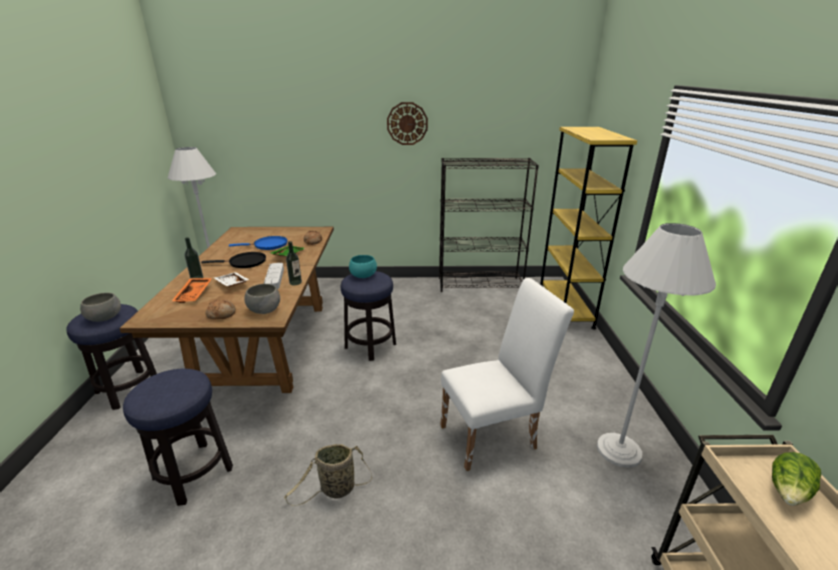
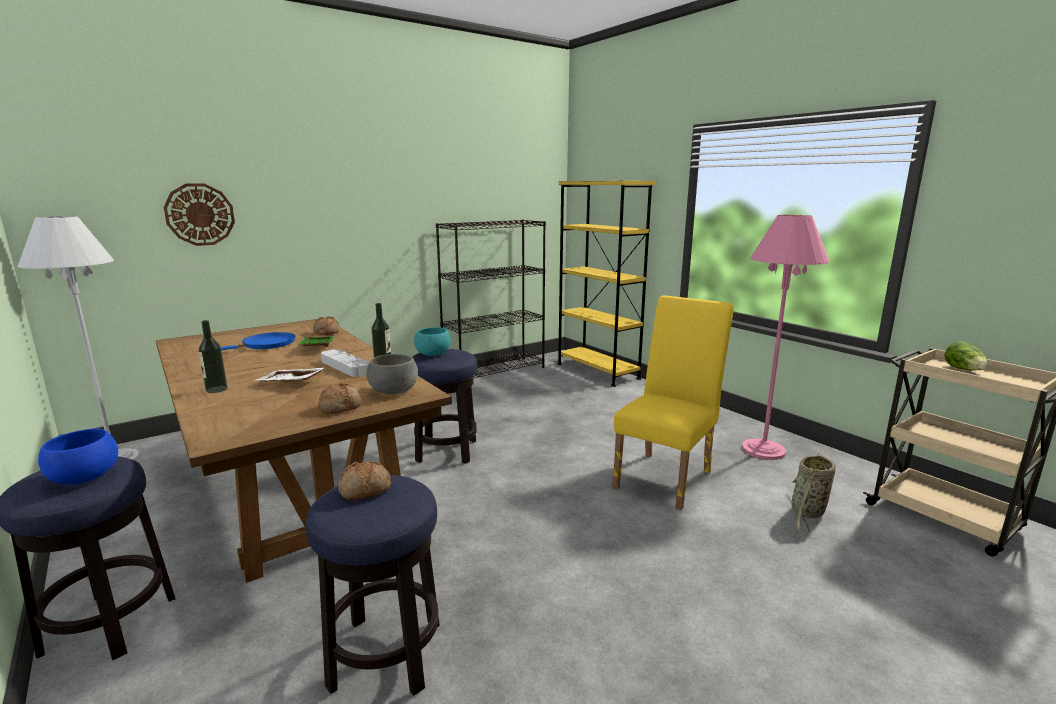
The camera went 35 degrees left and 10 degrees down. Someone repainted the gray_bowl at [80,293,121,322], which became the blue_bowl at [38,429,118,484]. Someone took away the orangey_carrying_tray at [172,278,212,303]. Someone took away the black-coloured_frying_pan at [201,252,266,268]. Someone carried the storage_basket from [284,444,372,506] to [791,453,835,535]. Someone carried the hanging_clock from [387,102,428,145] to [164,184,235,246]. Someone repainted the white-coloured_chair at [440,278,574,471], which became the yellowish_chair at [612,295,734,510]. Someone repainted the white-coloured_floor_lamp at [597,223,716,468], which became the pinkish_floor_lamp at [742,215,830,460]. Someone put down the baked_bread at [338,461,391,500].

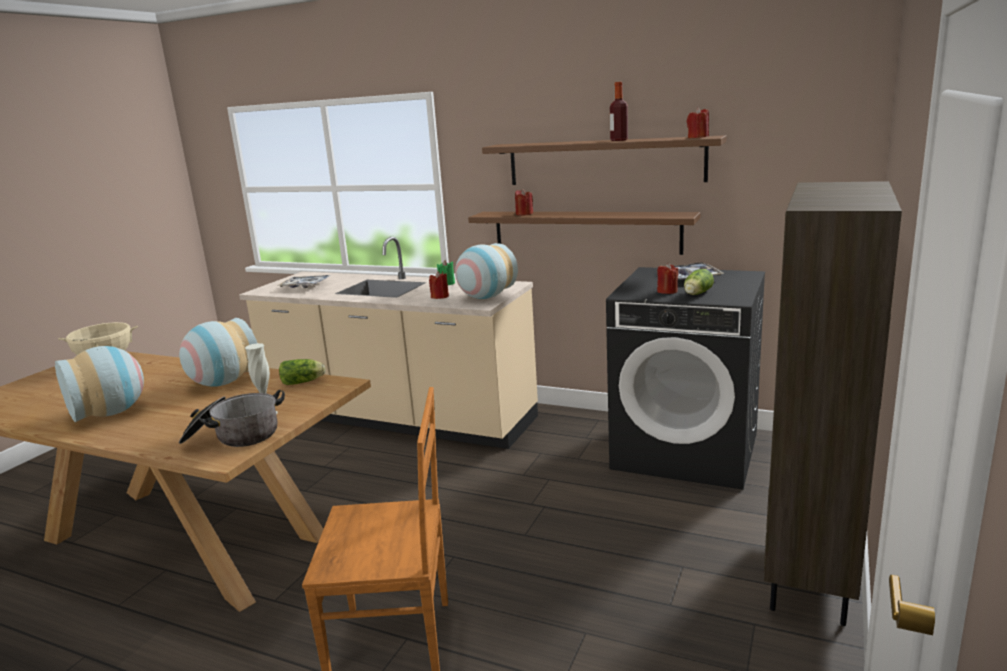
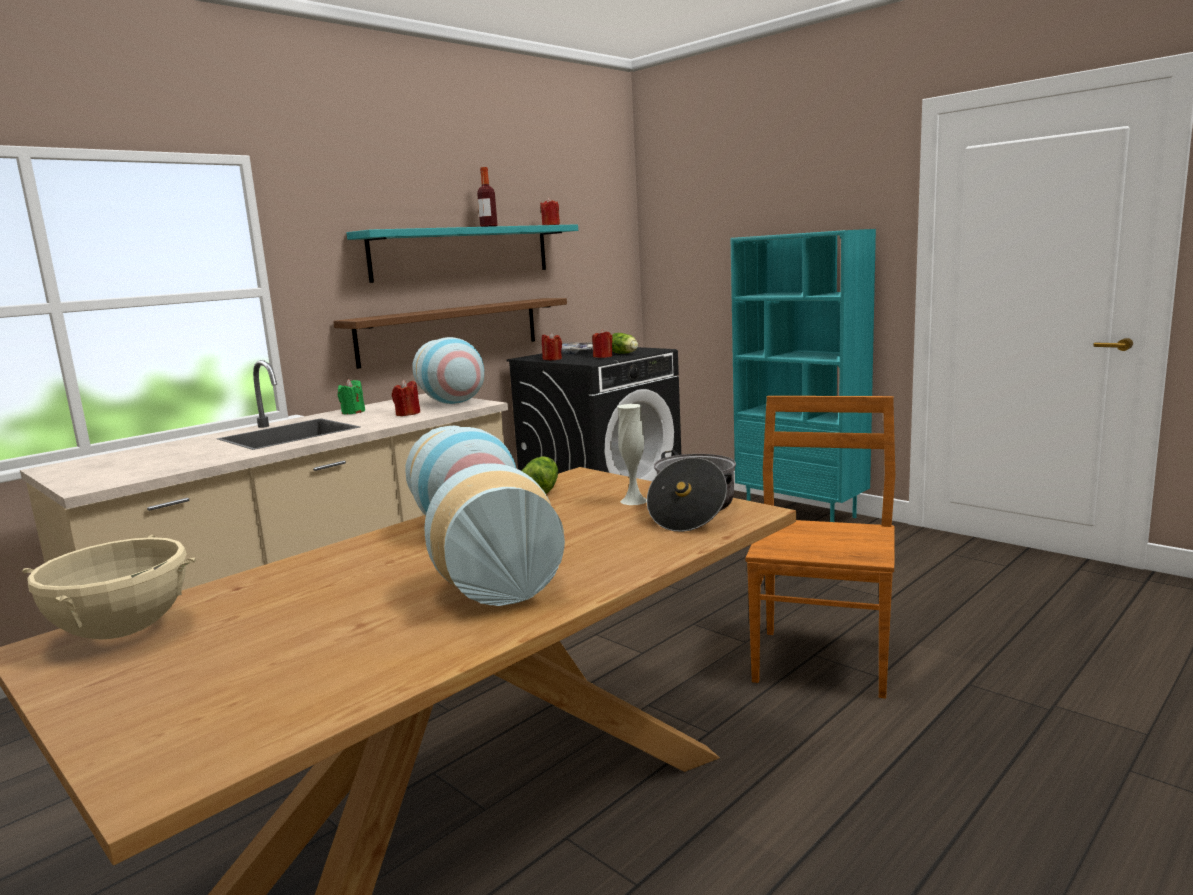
The camera went 70 degrees left and 5 degrees down. Someone took away the carrying_tray at [277,275,331,288]. Someone repainted the brownish_shelf at [482,135,727,185], which became the blue-green_shelf at [347,224,578,283]. Someone carried the reddish_wax_candle from [515,189,533,216] to [542,332,562,360]. Someone repainted the brownish_bookcase at [764,181,902,626], which became the blue-green_bookcase at [731,229,876,522].

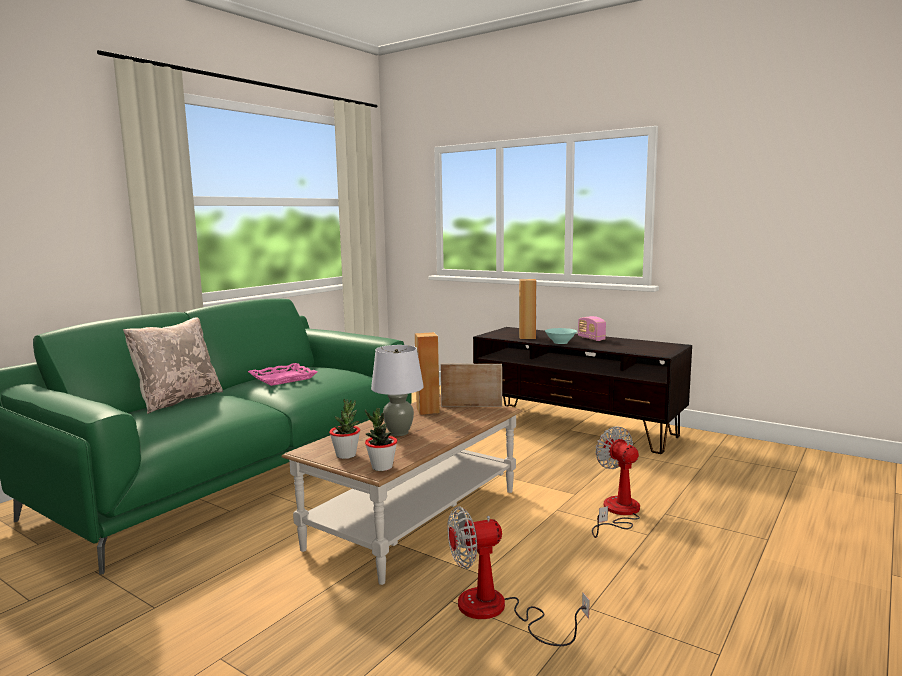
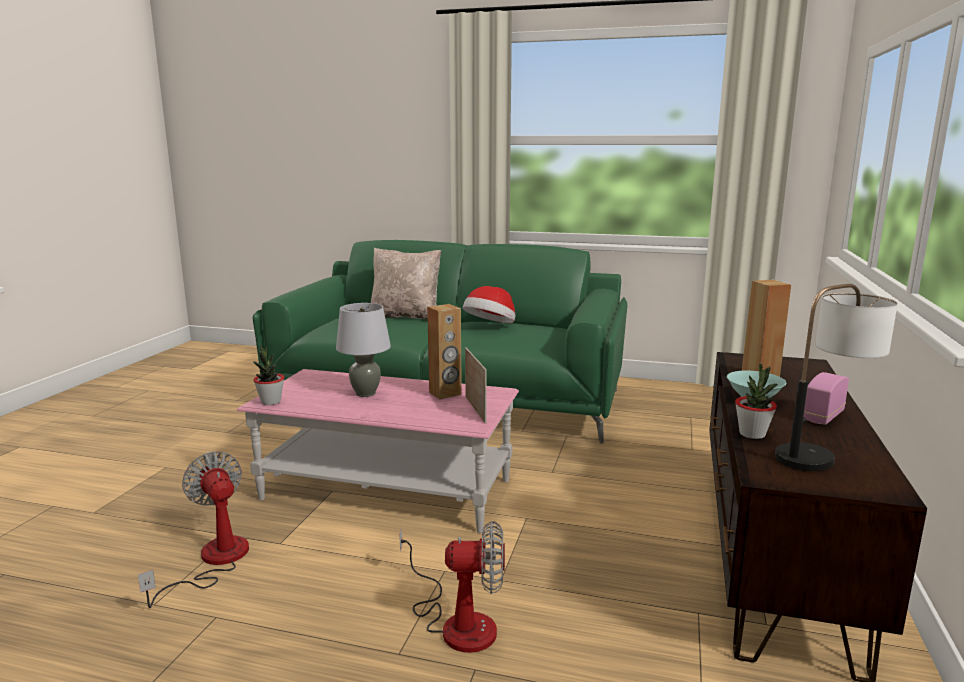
The camera went 70 degrees right and 5 degrees up. Someone swapped the pinkish_carrying_tray at [248,363,317,386] for the clothing_hat at [463,286,516,323]. Someone repainted the brownish_lounge_table at [281,394,522,585], which became the pinkish_lounge_table at [237,369,519,533]. Someone carried the houseplant from [329,399,360,459] to [735,364,778,439]. Someone rotated the electric_fan at [592,426,640,538] by 45 degrees clockwise. Someone put down the tabletop_lamp at [775,284,898,471].

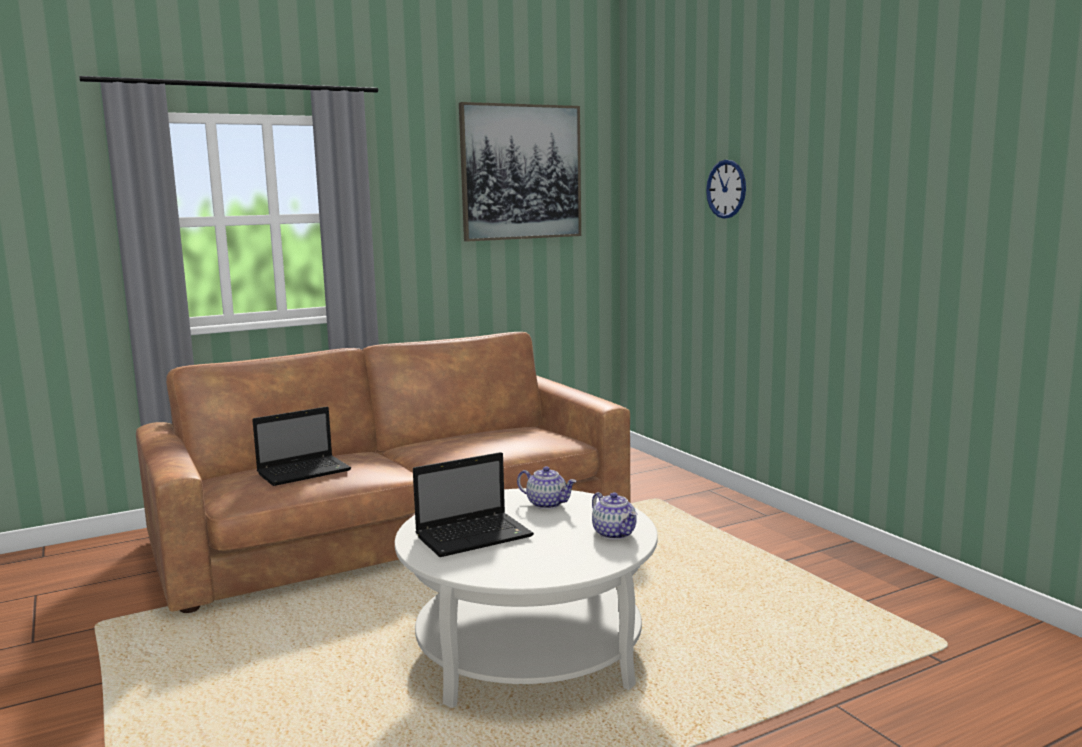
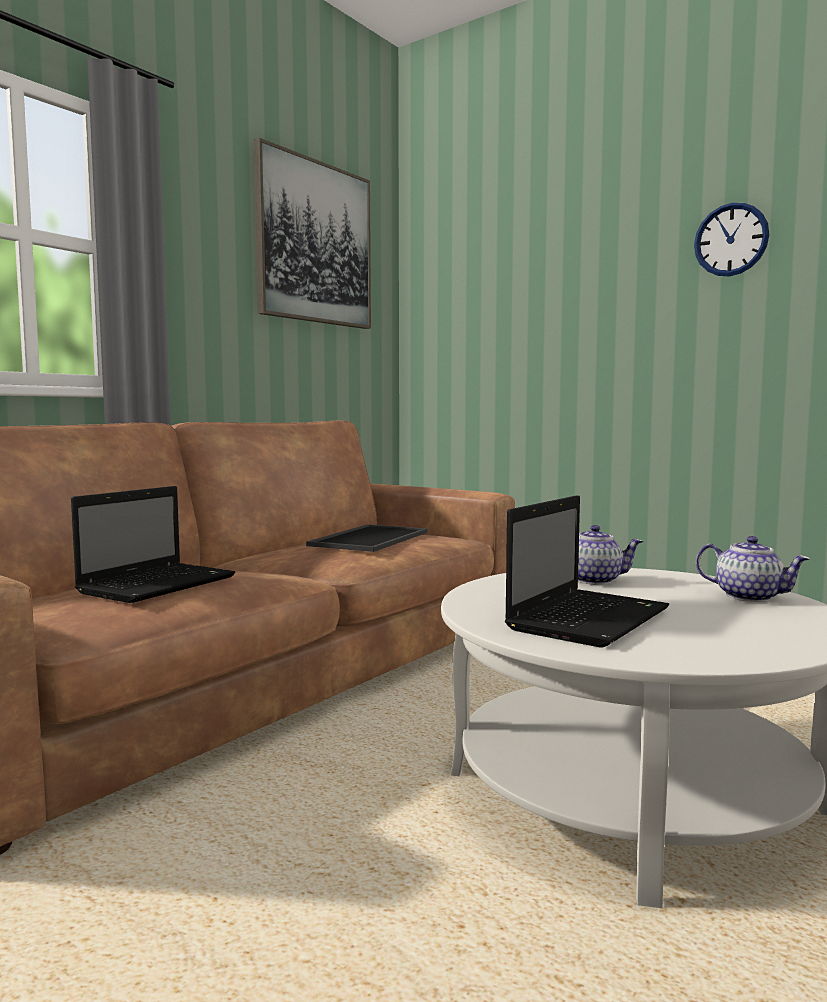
The camera went 25 degrees left and 5 degrees down. Someone carried the hanging_clock from [706,160,746,219] to [694,203,769,276]. Someone put down the carrying_tray at [306,524,428,552].

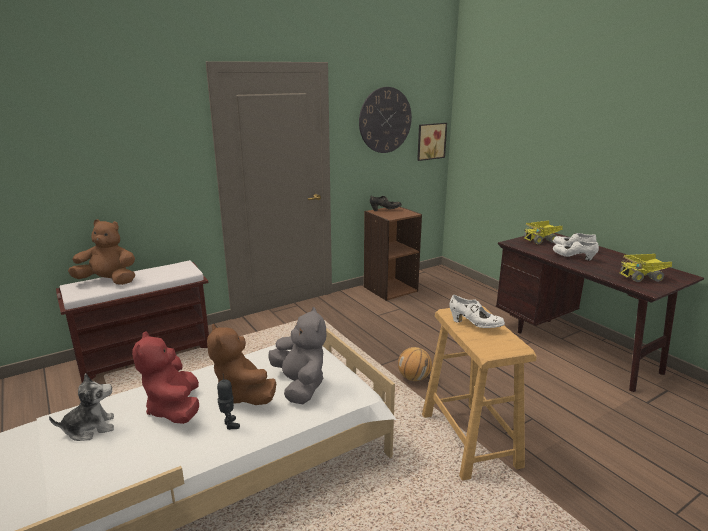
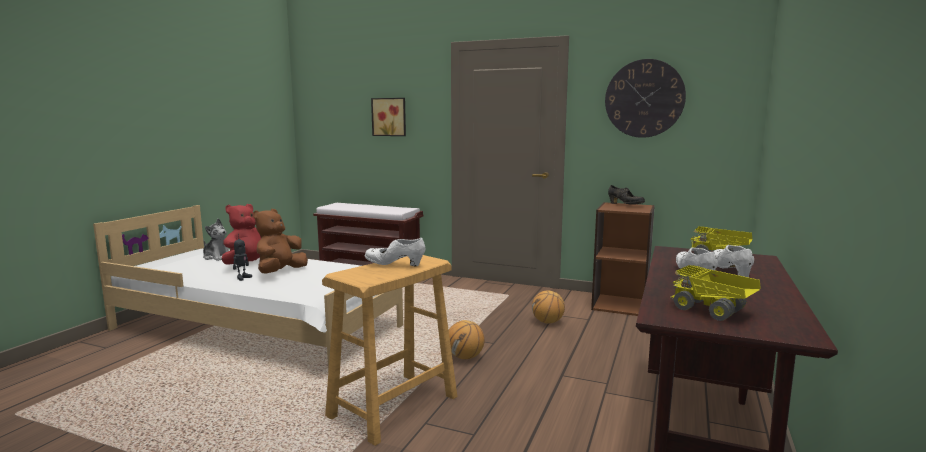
The camera went 55 degrees right and 10 degrees down. Someone took away the brownish_plush_toy at [68,219,135,285]. Someone took away the gray_plush_toy at [269,307,326,404]. Someone carried the wall_art from [417,123,447,161] to [371,98,406,136]. Someone rotated the white-coloured_item_of_footwear at [449,295,505,328] by 105 degrees clockwise. Someone put down the ball_for_basketball at [532,291,565,324].

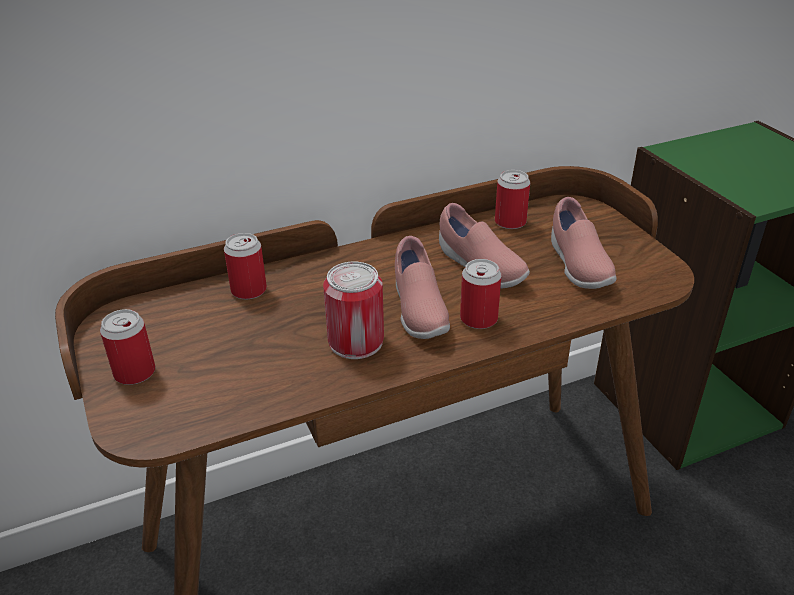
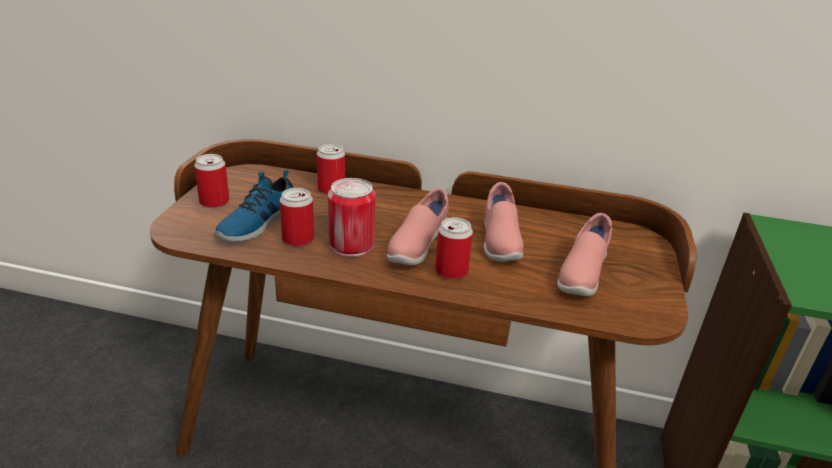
The camera went 35 degrees right and 5 degrees down. Someone carried the sealed_can from [495,170,530,229] to [280,188,314,247]. Someone put down the item_of_footwear at [214,170,293,241].

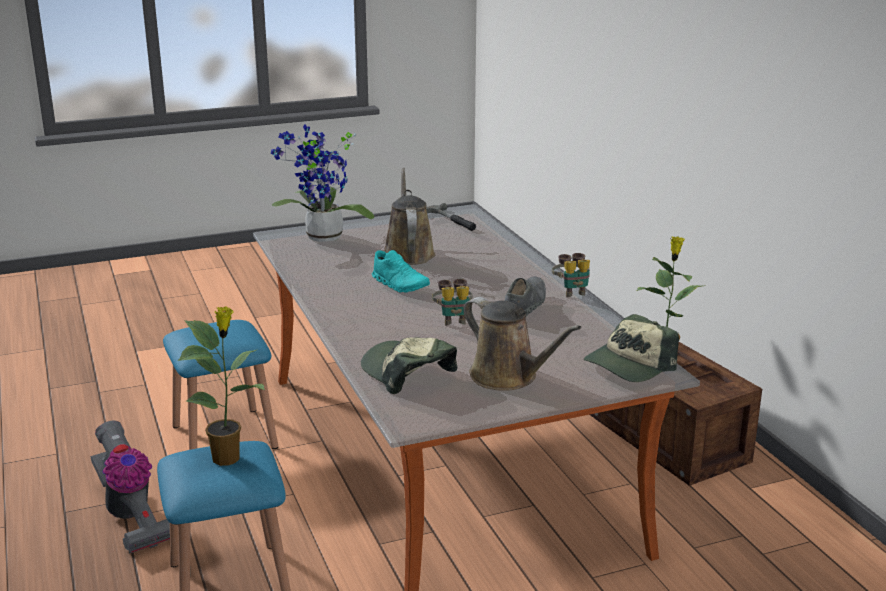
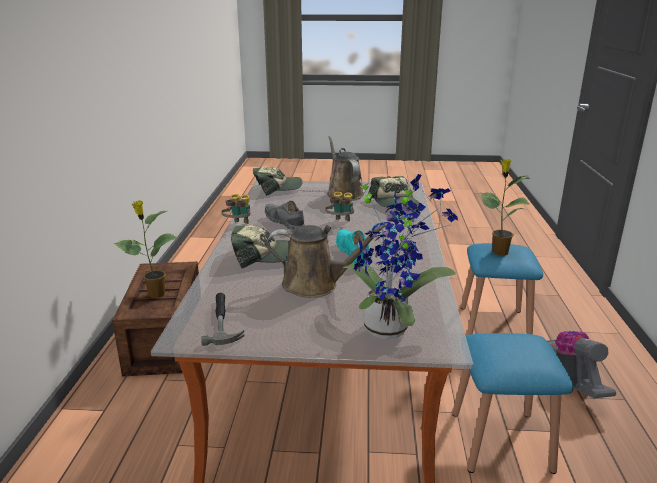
The camera went 155 degrees left and 0 degrees up. Someone rotated the brownish_watering_pot at [384,168,435,265] by 105 degrees counterclockwise. Someone rotated the gray_item_of_footwear at [504,277,546,317] by 90 degrees clockwise. Someone put down the baseball_cap at [231,225,290,269].

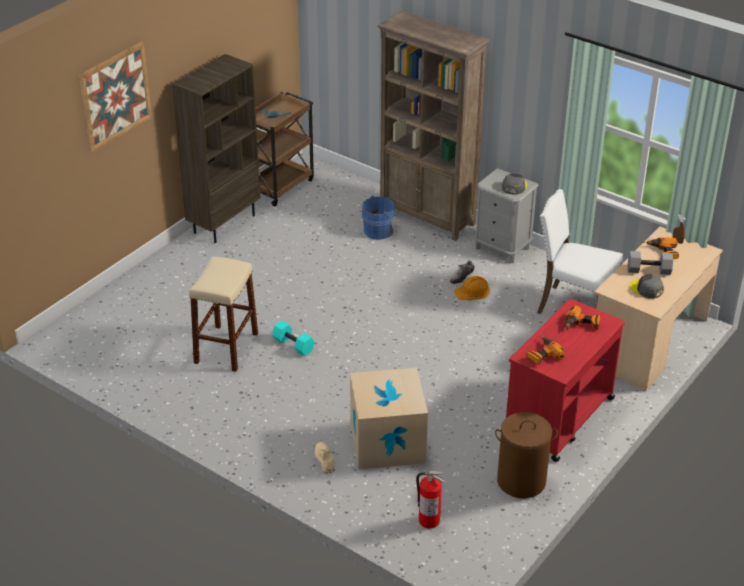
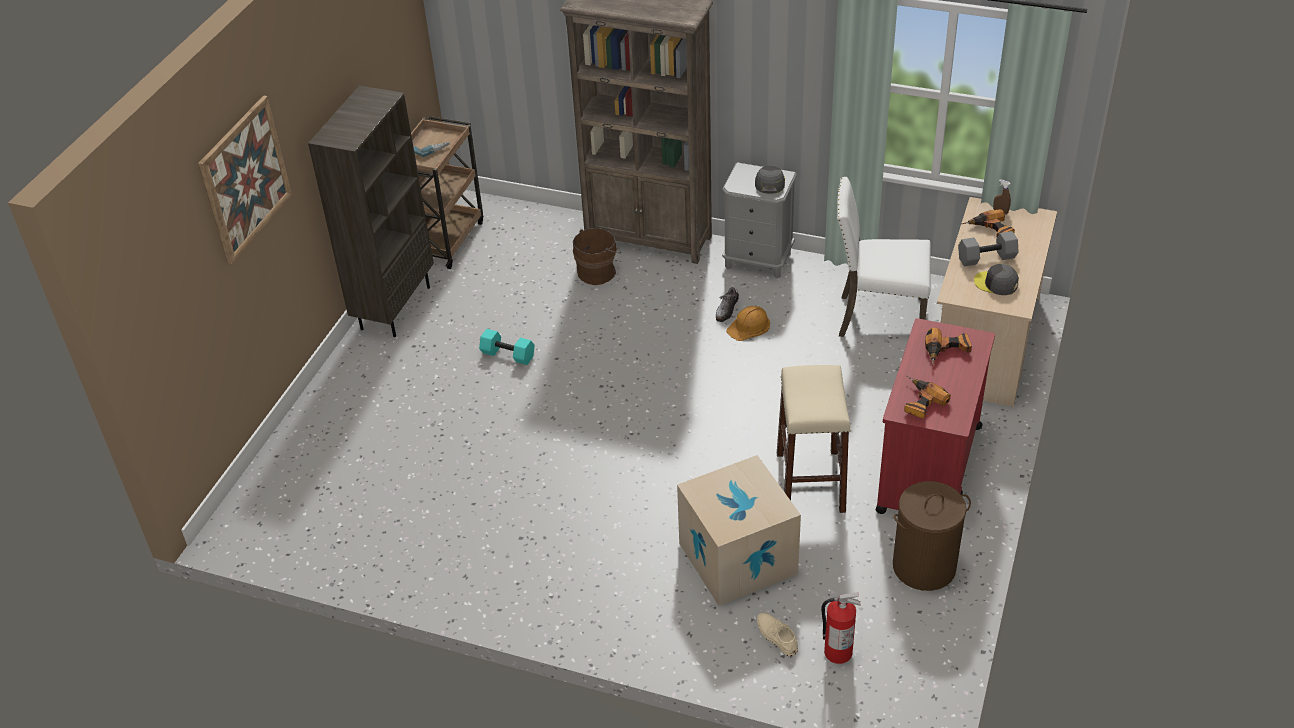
The camera went 15 degrees left and 5 degrees up. Someone carried the beige_stool_seat from [189,256,258,372] to [777,365,851,513]. Someone carried the blue-green_free_weight from [272,321,315,356] to [479,329,535,365]. Someone carried the beige_item_of_footwear from [315,442,335,473] to [757,613,798,656]. Someone repainted the blue_bucket at [362,196,398,240], which became the brownish_bucket at [573,228,621,285].

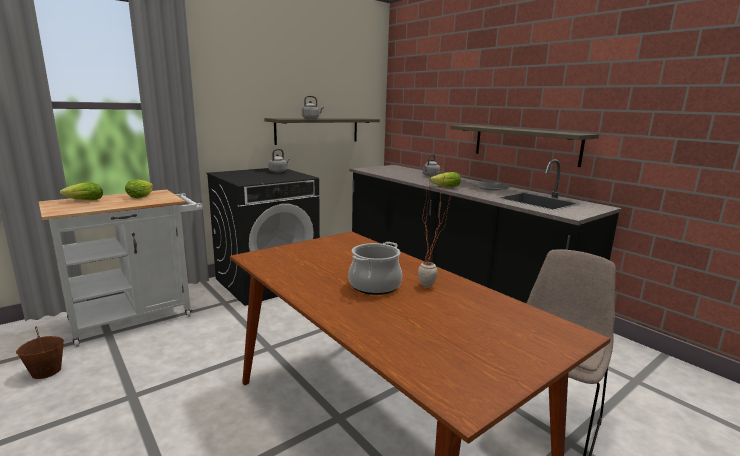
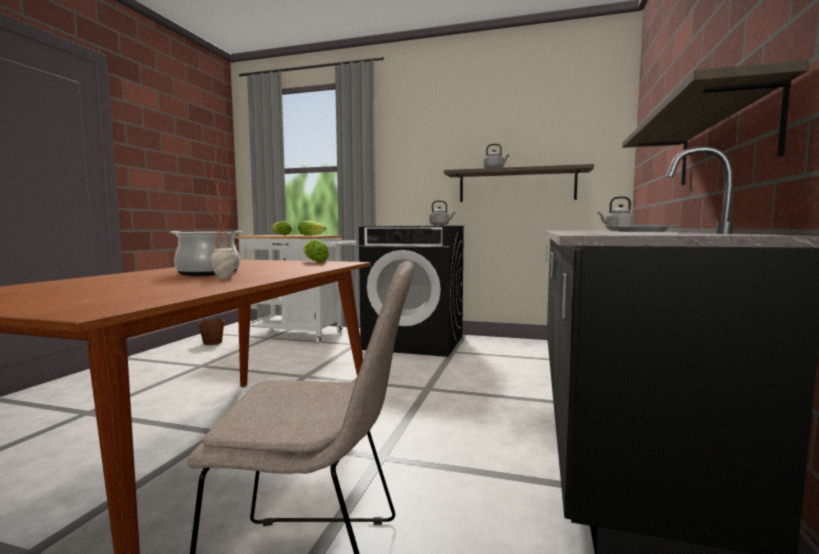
The camera went 55 degrees right and 10 degrees down. Someone carried the lettuce_head from [430,172,461,187] to [303,239,329,262].

